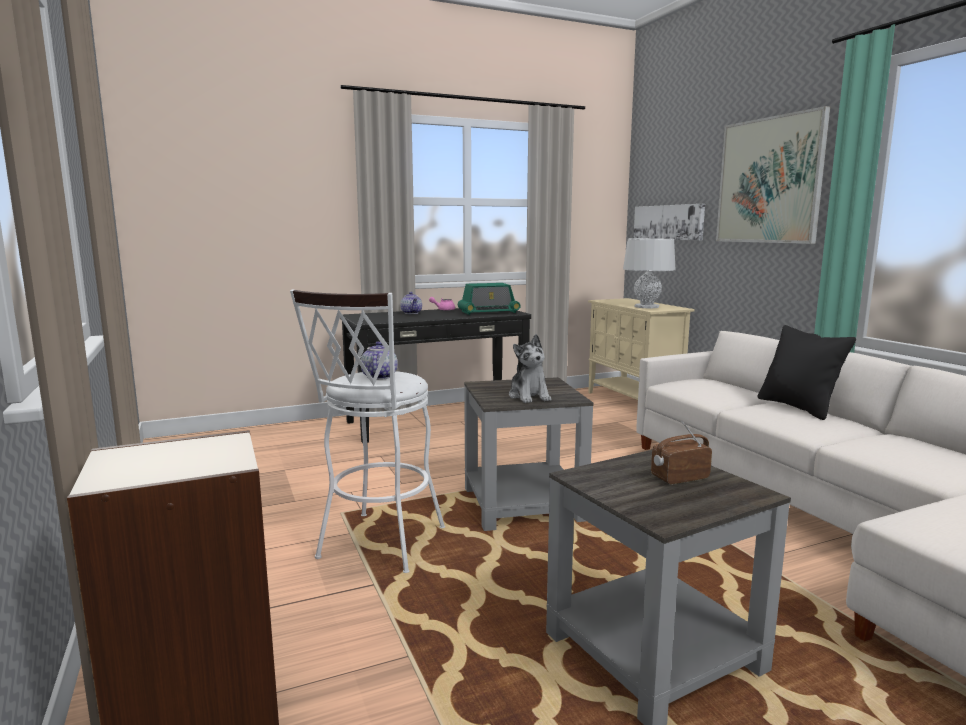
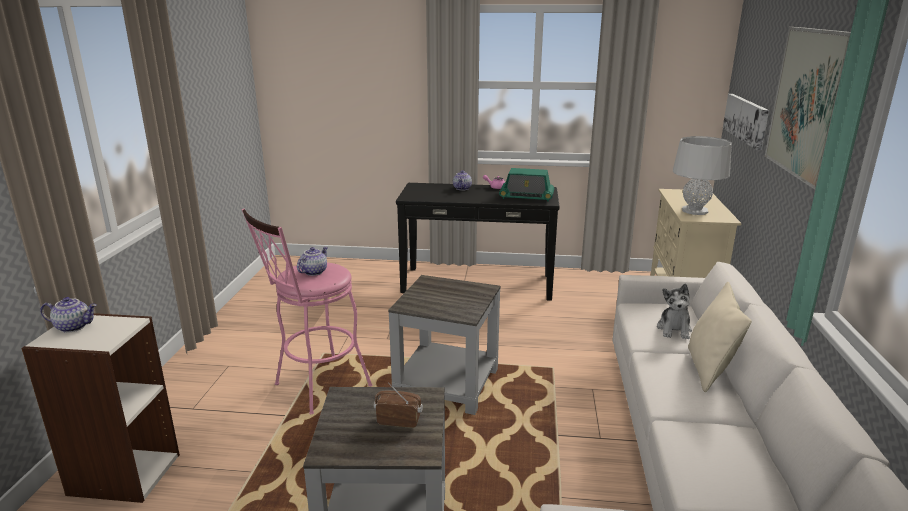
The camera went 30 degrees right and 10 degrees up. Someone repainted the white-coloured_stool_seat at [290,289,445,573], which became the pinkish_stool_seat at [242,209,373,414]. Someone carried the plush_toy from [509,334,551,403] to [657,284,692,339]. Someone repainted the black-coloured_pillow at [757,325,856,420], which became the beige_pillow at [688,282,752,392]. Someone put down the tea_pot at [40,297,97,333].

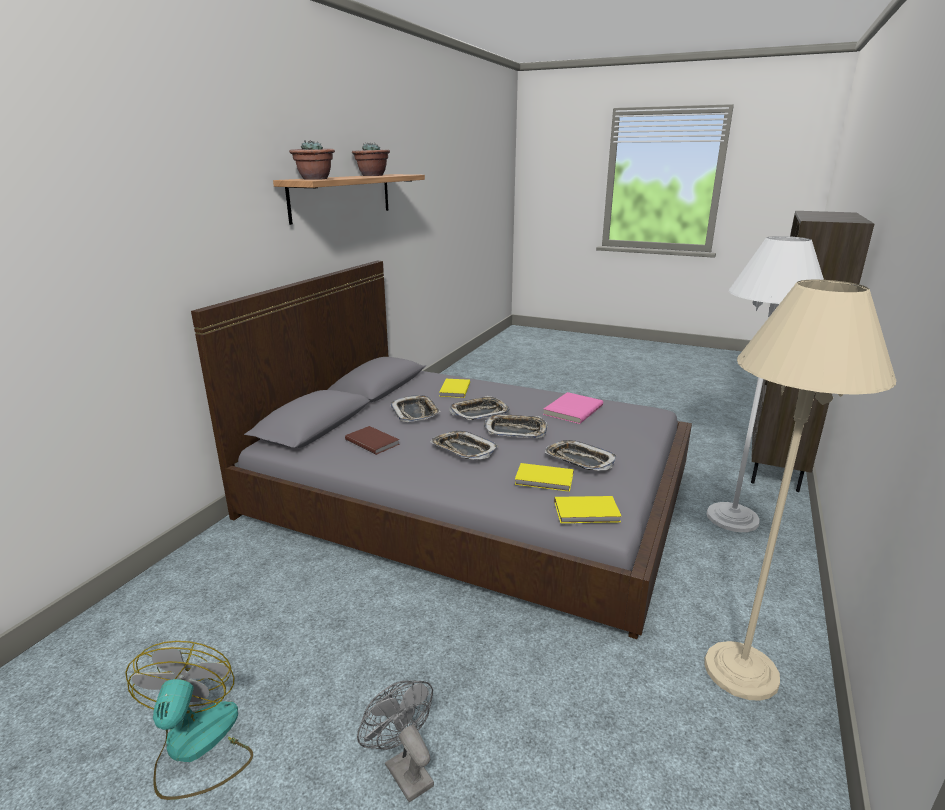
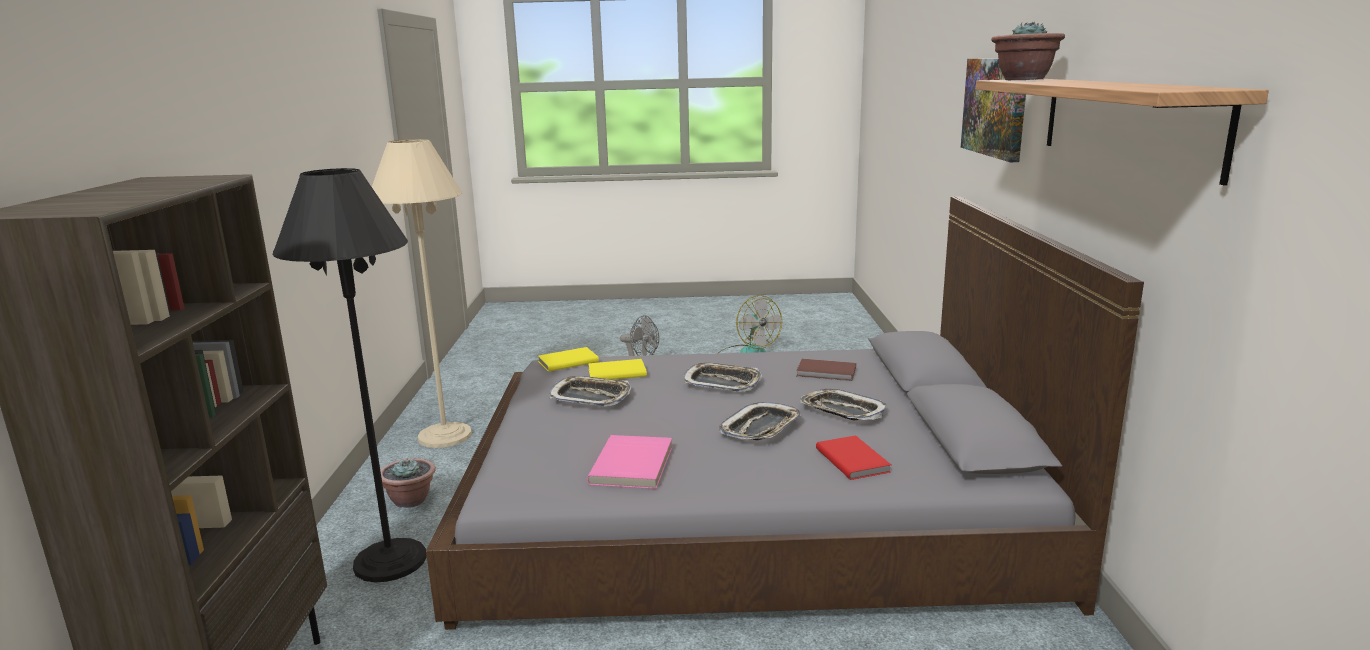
The camera went 155 degrees right and 5 degrees down. Someone carried the houseplant from [352,143,390,176] to [380,457,436,508]. Someone repainted the yellowish_book at [439,379,470,398], which became the reddish_book at [816,435,891,480]. Someone took away the carrying_tray at [484,414,548,438]. Someone repainted the white-coloured_floor_lamp at [707,236,824,532], which became the black-coloured_floor_lamp at [273,168,427,582]. Someone put up the wall_art at [961,59,1026,162].

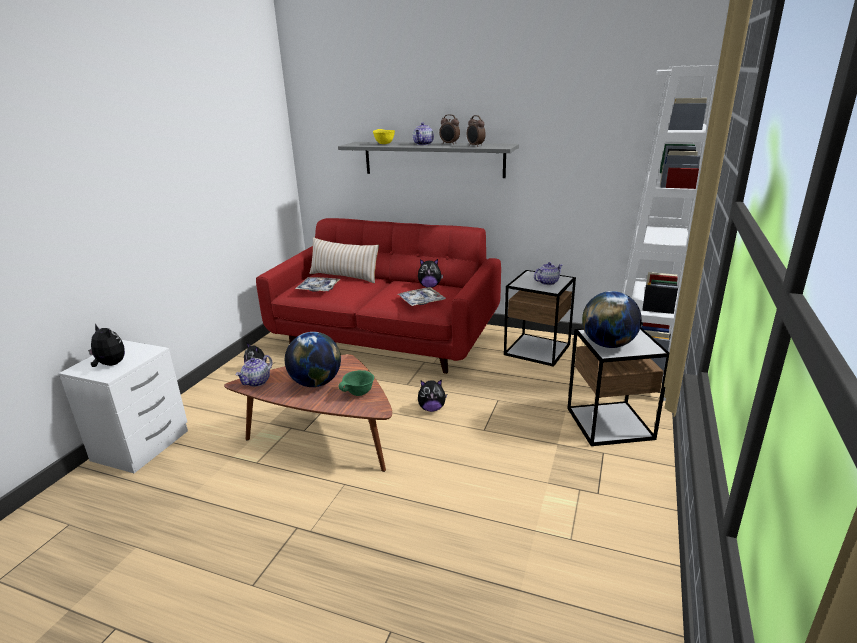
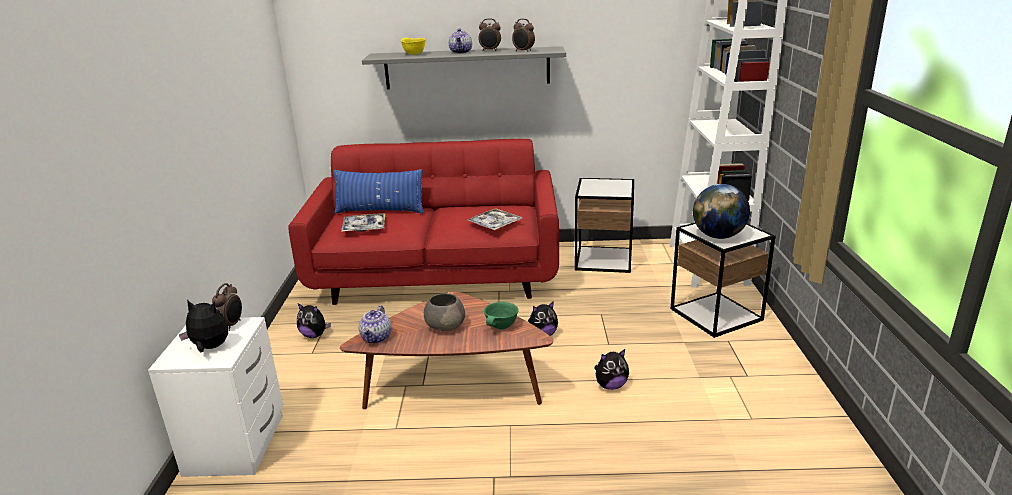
The camera went 20 degrees left and 0 degrees up. Someone swapped the globe at [285,332,341,387] for the gray_bowl at [424,293,465,331]. Someone repainted the beige_pillow at [309,237,379,283], which became the blue_pillow at [333,169,424,214]. Someone carried the plush_toy from [418,259,443,288] to [594,349,629,390]. Someone took away the tea_pot at [534,262,563,285]. Someone put down the alarm_clock at [212,283,242,331].

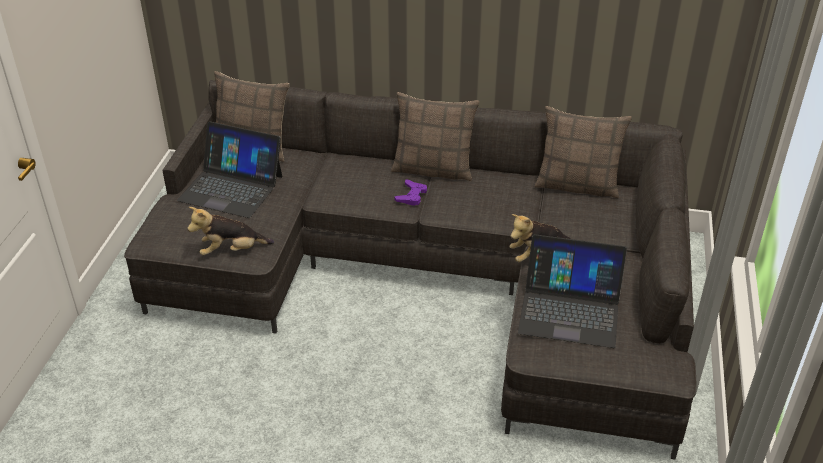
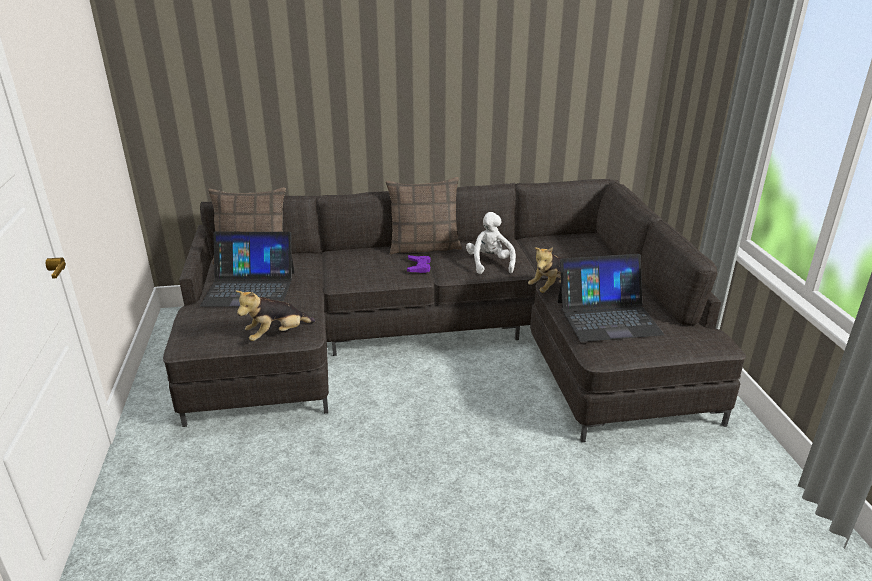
The camera went 20 degrees left and 10 degrees down. Someone took away the pillow at [535,106,632,198]. Someone put down the white-coloured_plush_toy at [466,212,516,274].

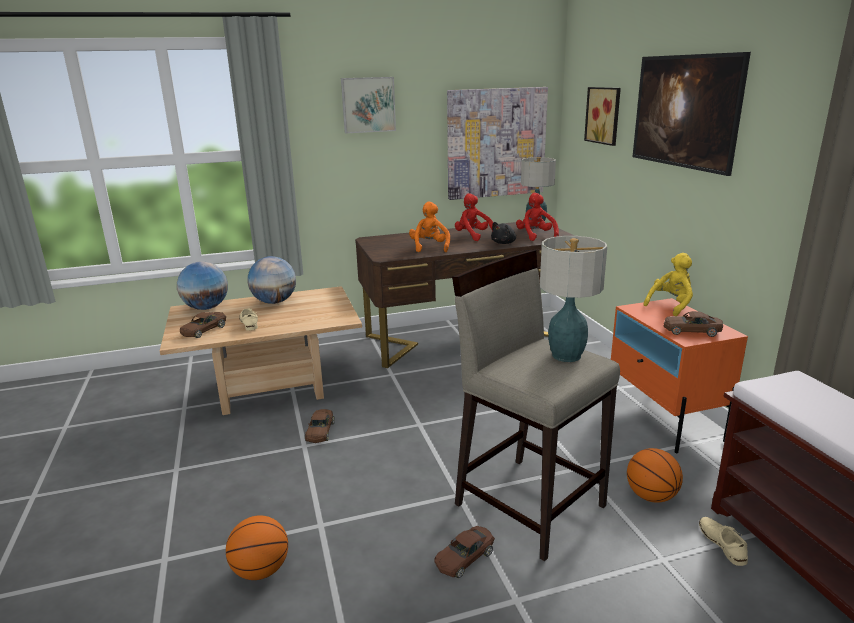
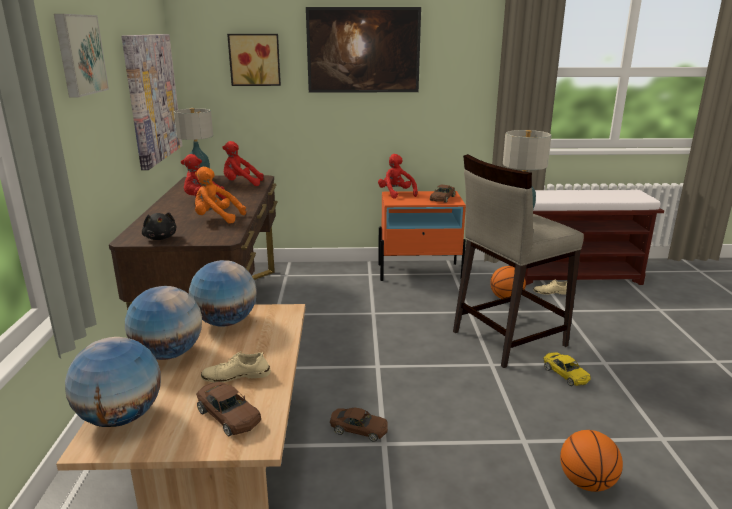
The camera went 75 degrees left and 0 degrees up. Someone repainted the brownish_miniature_car at [434,526,495,578], which became the yellowish_miniature_car at [543,352,591,386]. Someone carried the black-coloured_plush_toy from [491,222,516,244] to [142,212,176,240]. Someone repainted the yellowish_plush_toy at [643,253,693,316], which became the reddish_plush_toy at [378,154,418,199]. Someone put down the globe at [189,260,257,327].

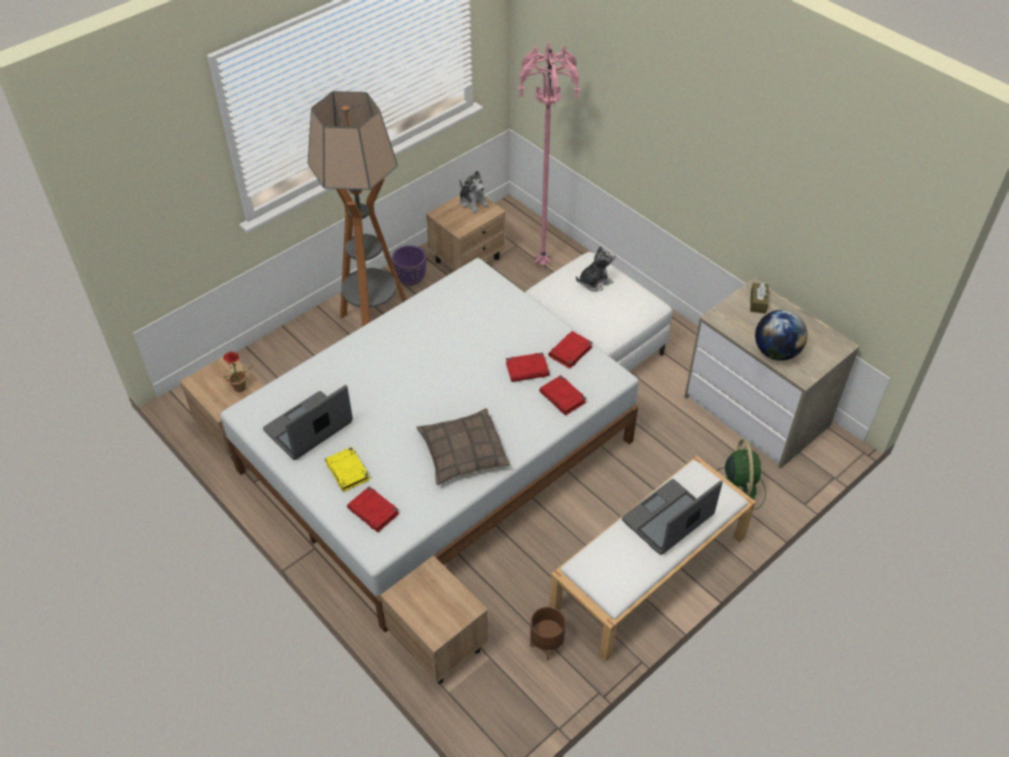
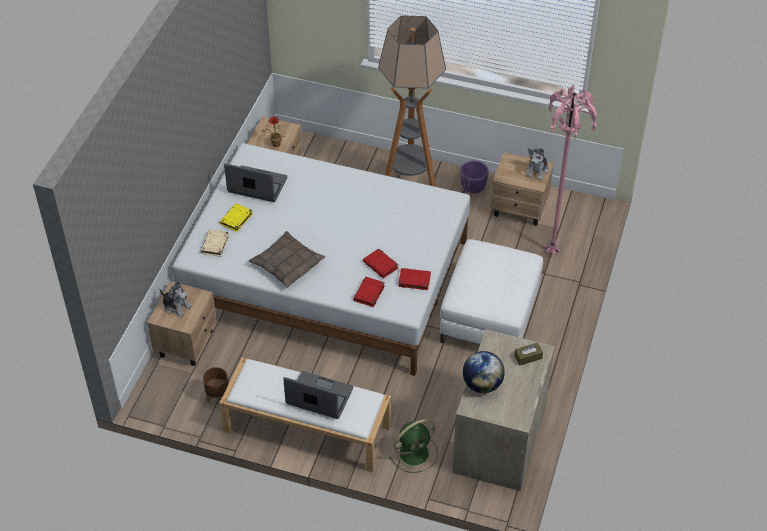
The camera went 60 degrees right and 0 degrees up. Someone repainted the reddish_book at [347,486,399,532], which became the beige_book at [200,229,229,257]. Someone carried the plush_toy from [576,246,616,291] to [160,282,192,317].

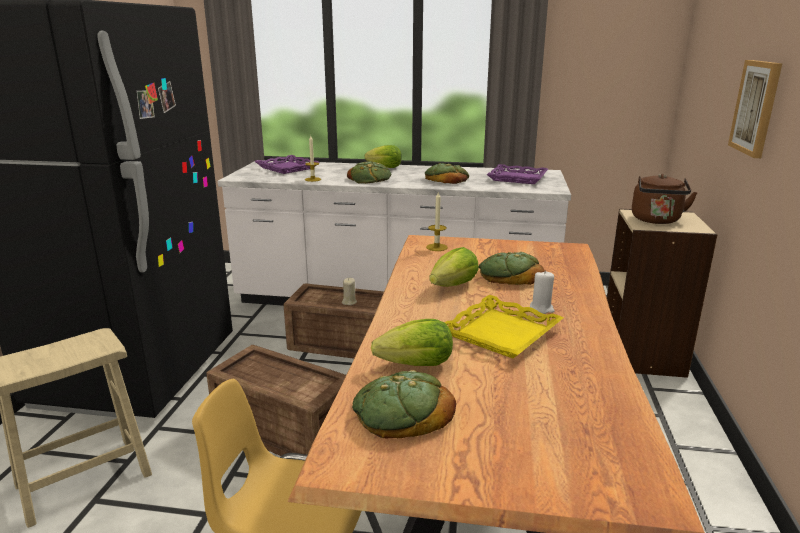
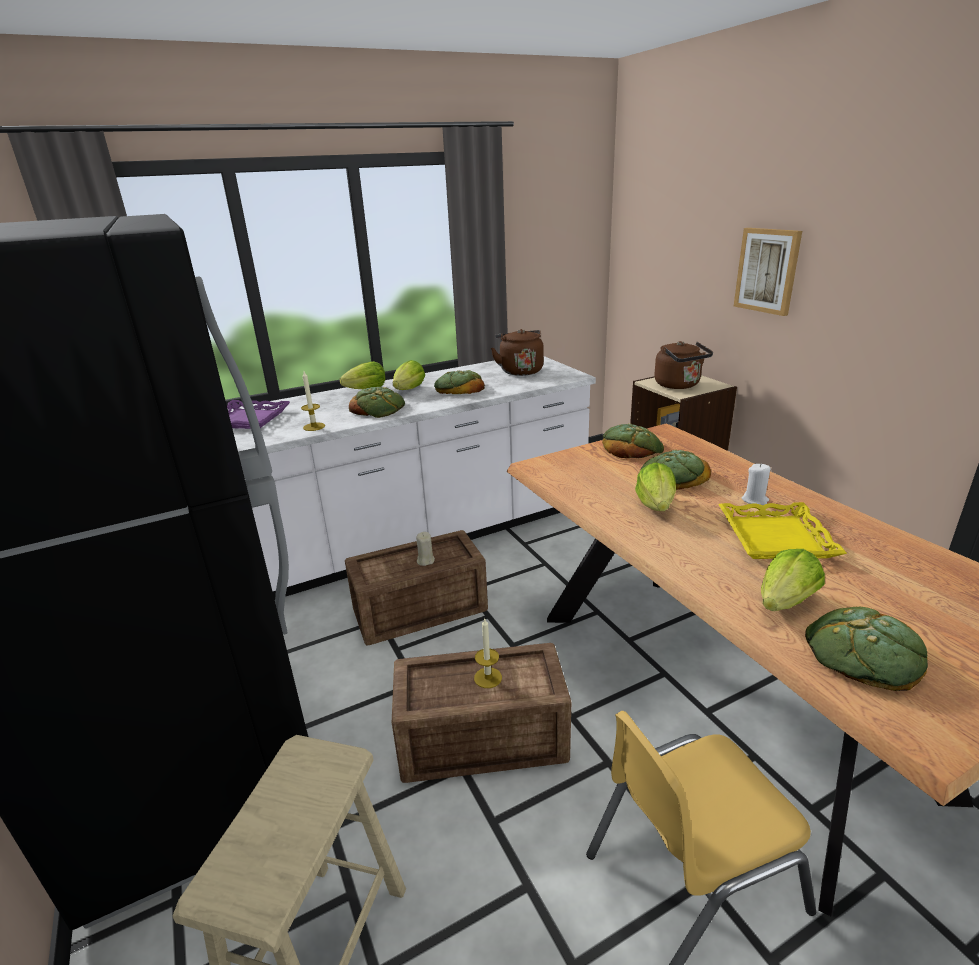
The camera went 35 degrees left and 5 degrees up. Someone carried the wax_candle from [426,192,448,251] to [474,619,502,688]. Someone swapped the purplish_carrying_tray at [487,164,548,184] for the brownish_tea_kettle at [491,329,544,376]. Someone put down the lettuce_head at [393,360,425,390]. Someone put down the baked_bread at [602,423,664,458].

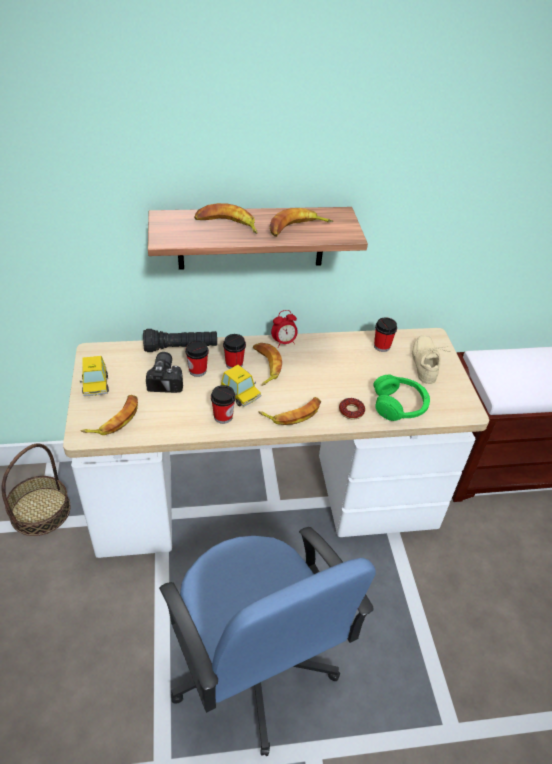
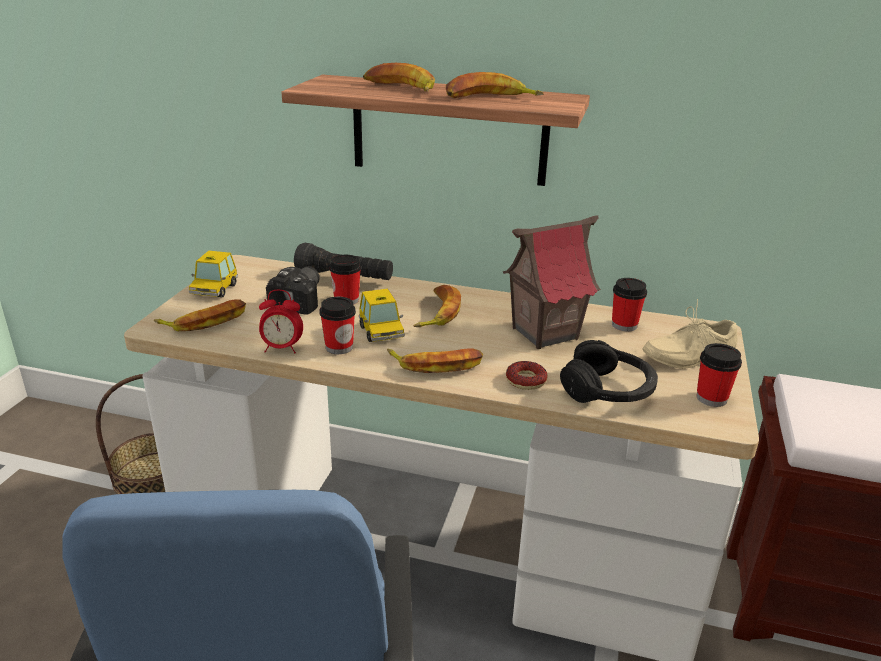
The camera went 25 degrees right and 15 degrees down. Someone carried the small_cup from [223,334,246,369] to [696,343,742,407]. Someone carried the alarm_clock from [271,310,298,348] to [259,289,303,354]. Someone repainted the green_pair_of_headphones at [373,374,430,421], which became the black-coloured_pair_of_headphones at [560,340,658,403]. Someone rotated the beige_item_of_footwear at [412,335,450,384] by 135 degrees counterclockwise. Someone put down the model_house at [503,215,601,349].

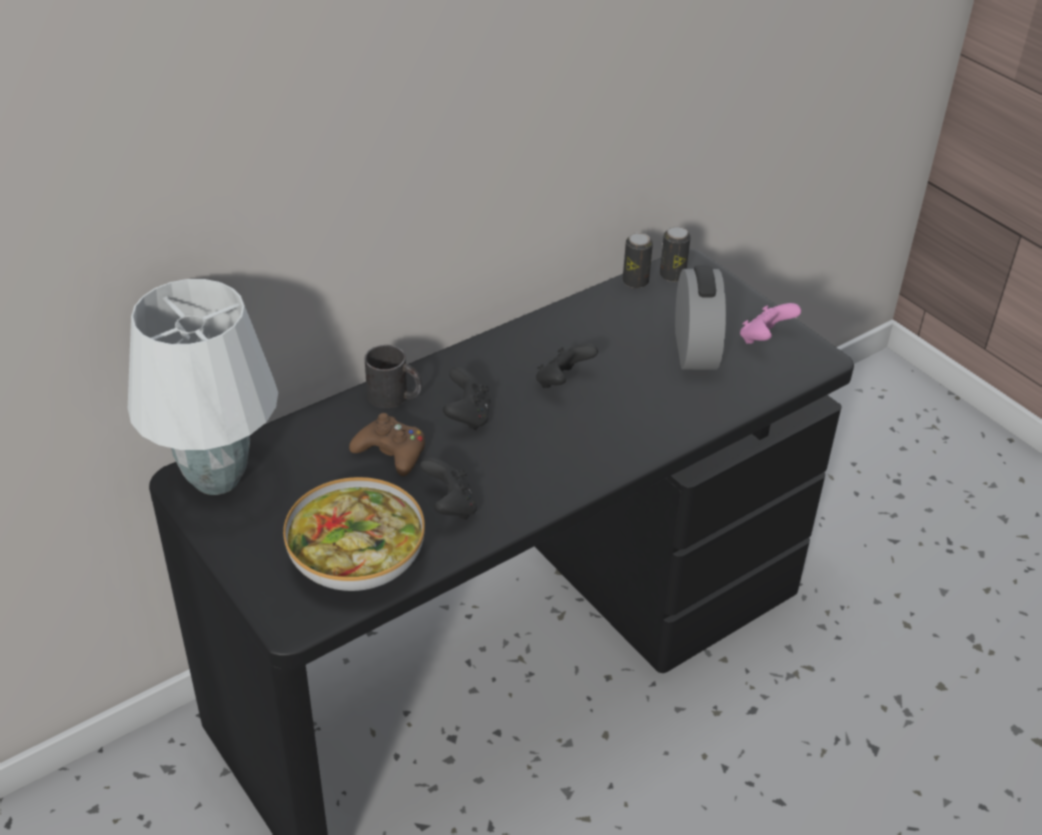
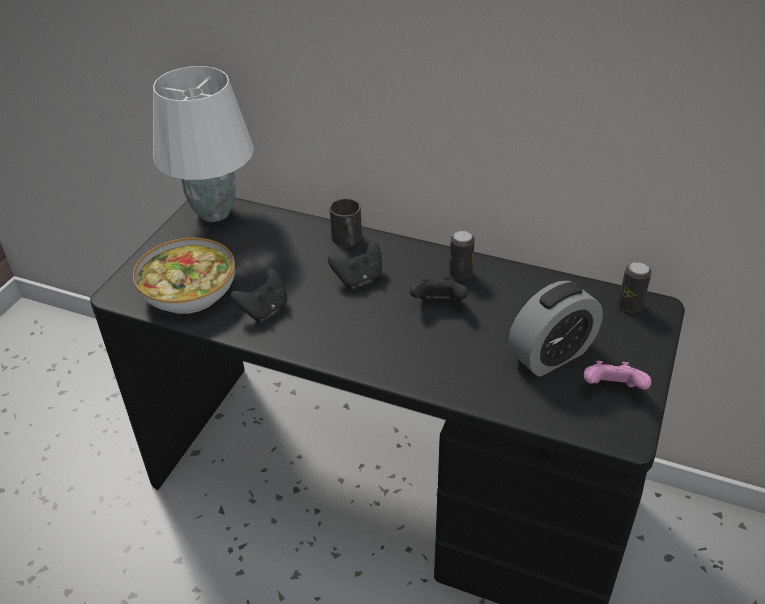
The camera went 60 degrees right and 0 degrees up. Someone took away the brownish_game_controller at [349,413,425,476]. Someone carried the sealed_can from [623,233,653,289] to [449,230,475,279].

